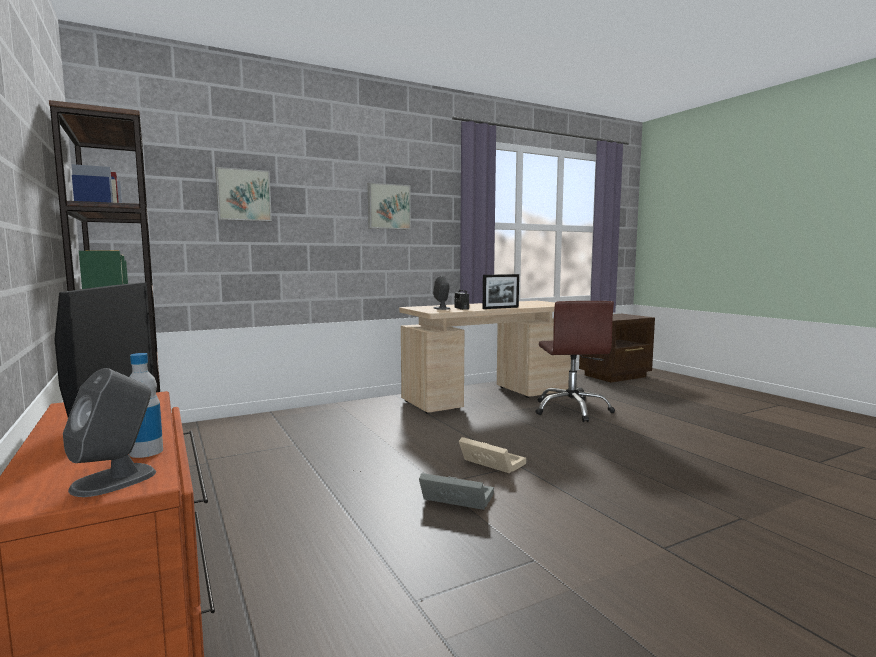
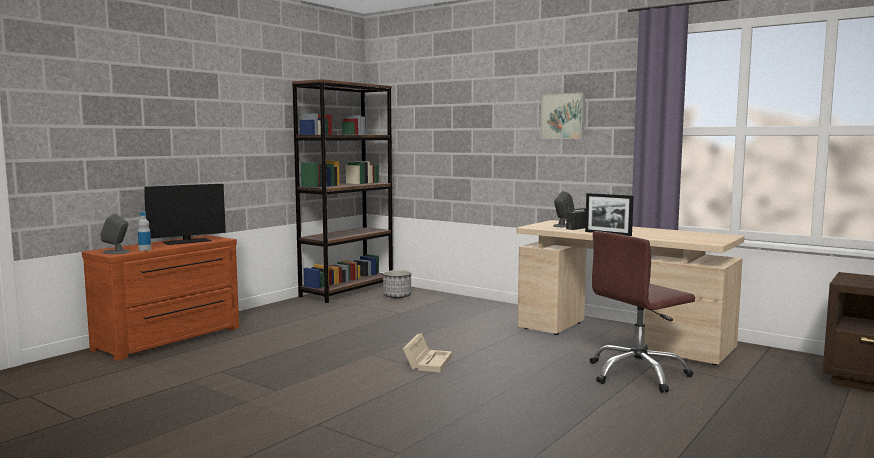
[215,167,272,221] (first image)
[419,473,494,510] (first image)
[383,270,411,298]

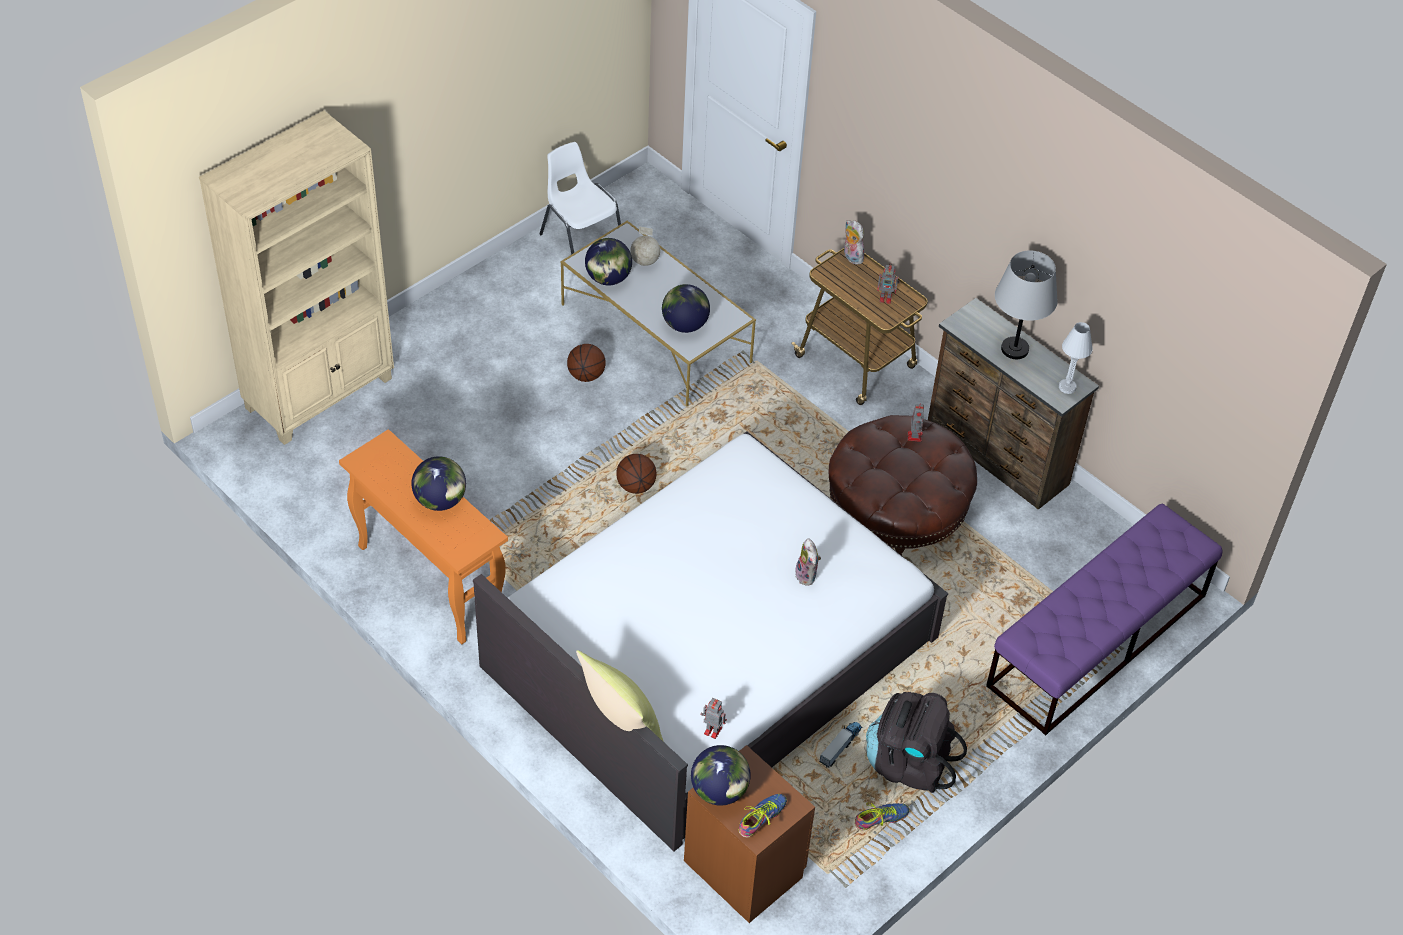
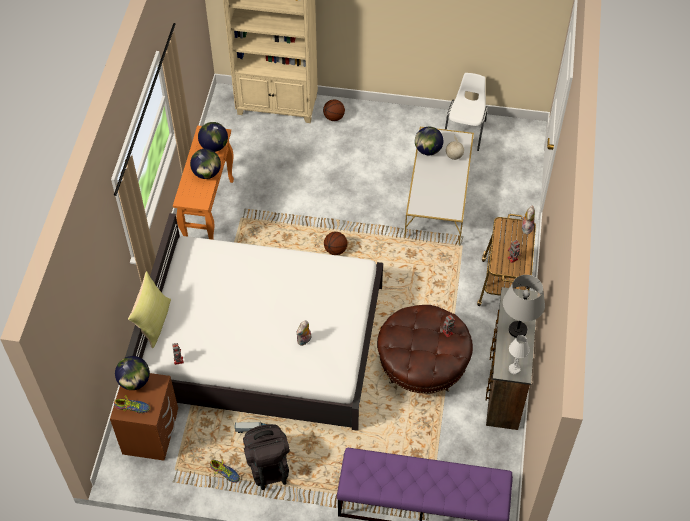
[198,122,228,152]
[323,99,345,121]

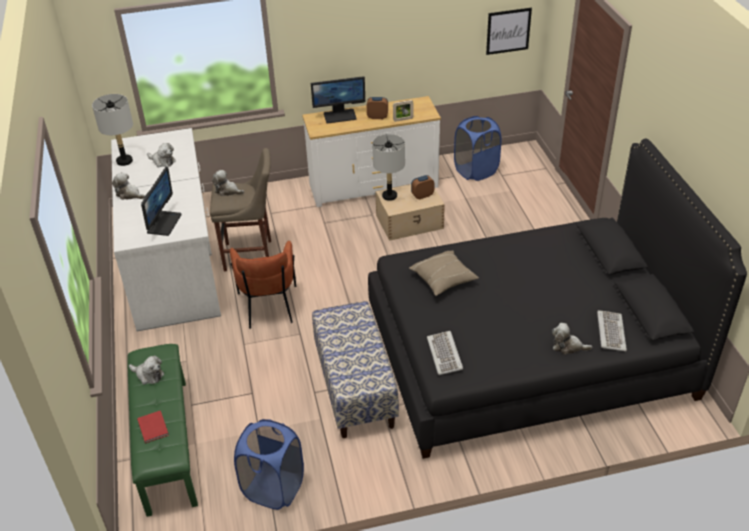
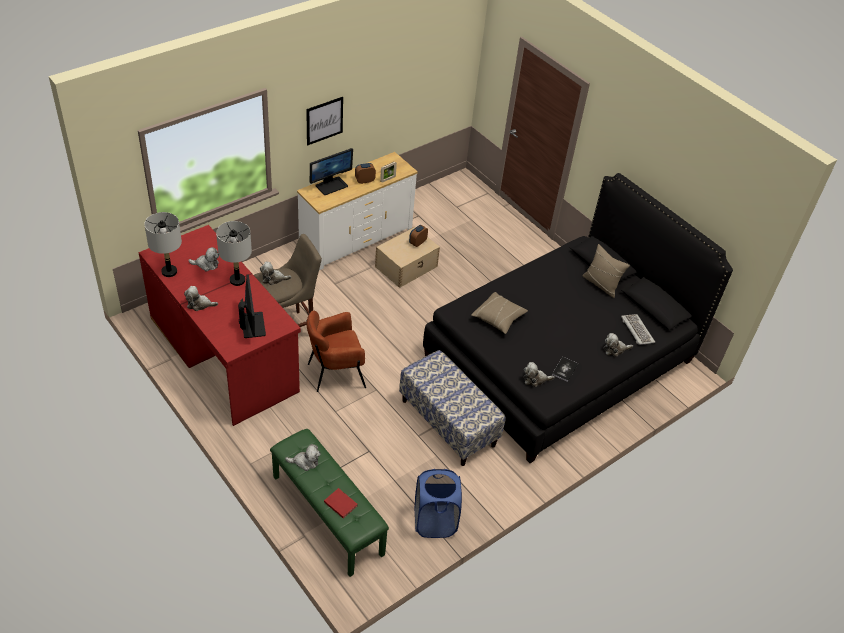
[306,97,343,145]
[454,116,501,181] (first image)
[139,225,301,426]
[216,221,252,286]
[307,311,366,392]
[524,362,555,387]
[582,244,630,298]
[552,357,578,382]

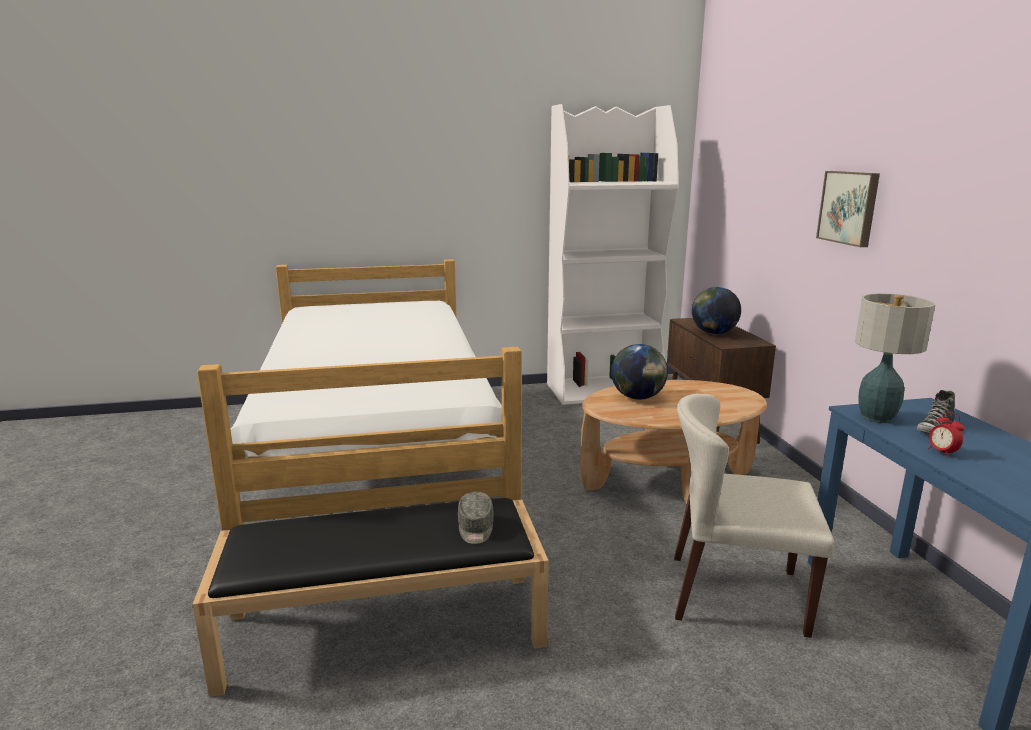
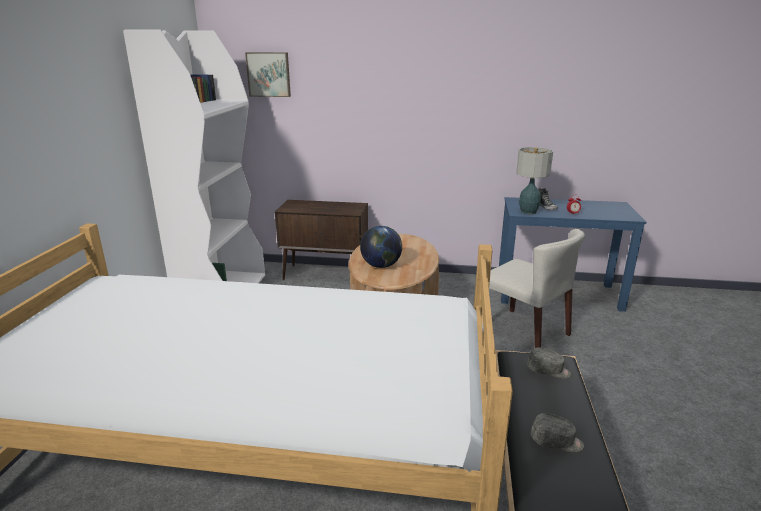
[245,52,291,97]
[692,287,741,334] (first image)
[489,229,585,348]
[531,413,584,452]

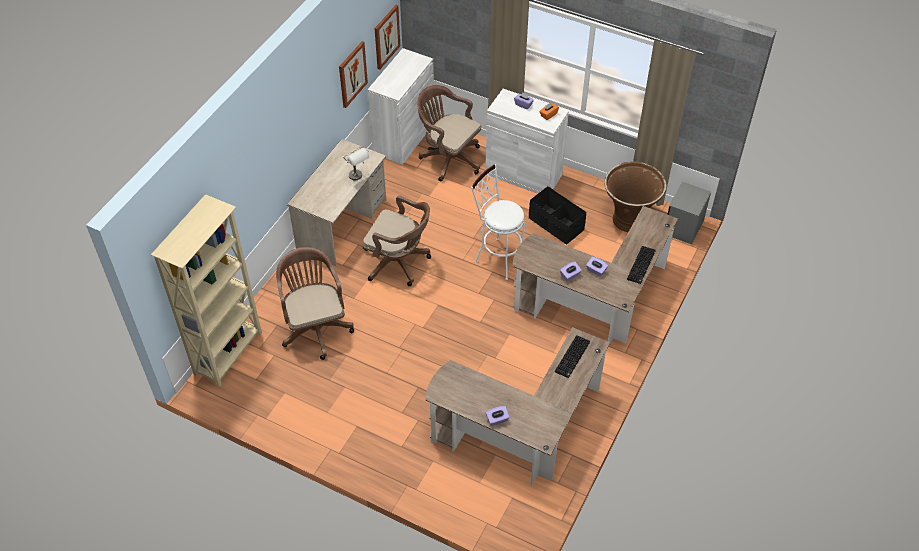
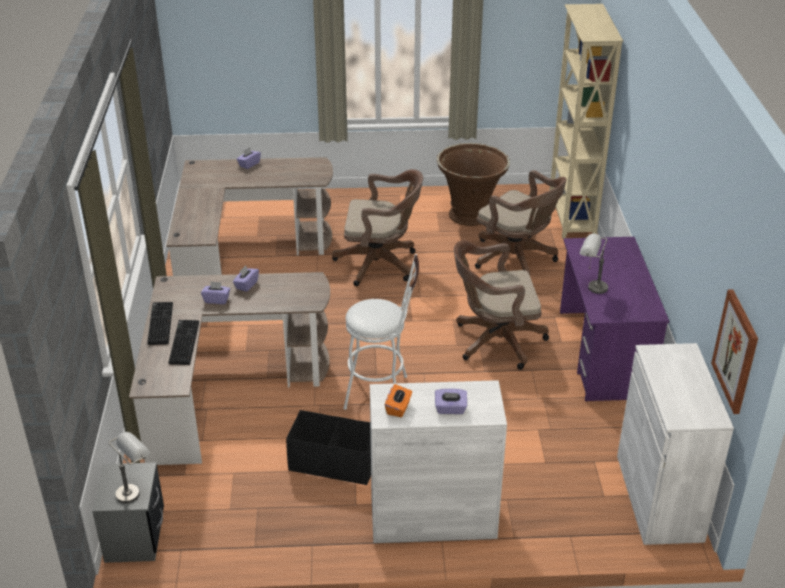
[339,41,368,108] (first image)
[332,169,423,286]
[560,237,670,401]
[437,143,510,226]
[169,320,199,365]
[109,432,150,504]

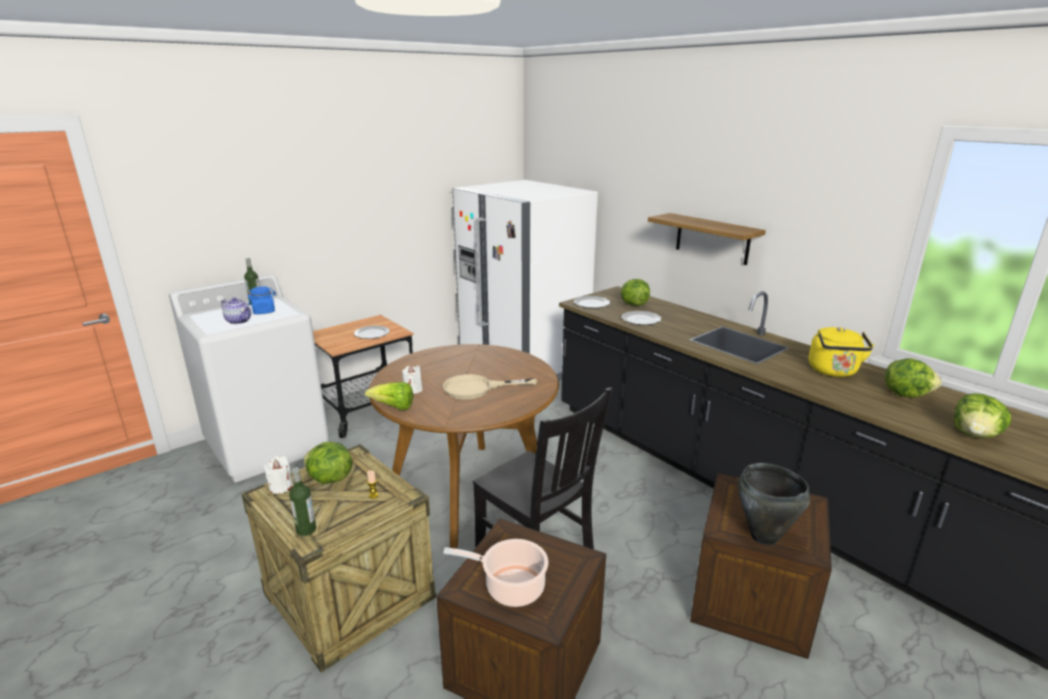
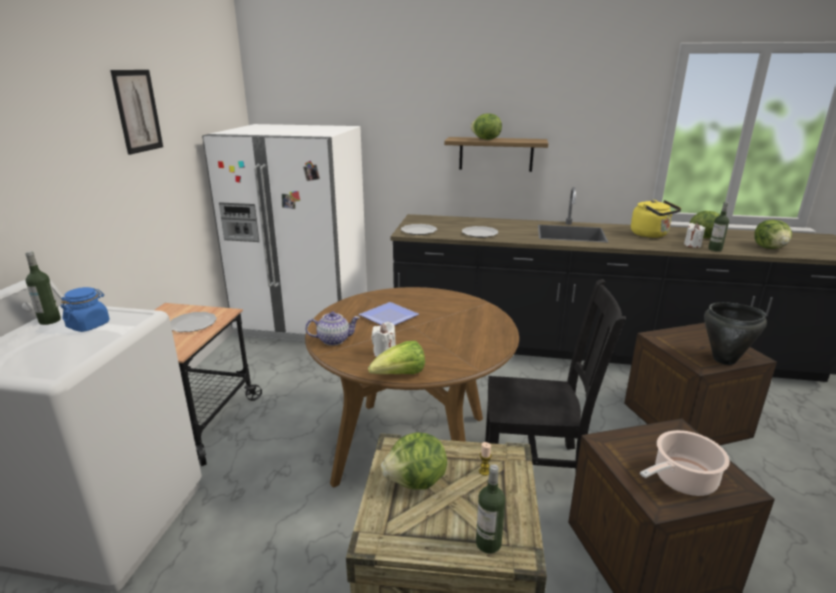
[470,113,502,140]
[305,311,360,346]
[443,374,537,400] (first image)
[684,223,705,248]
[110,70,163,155]
[708,202,729,251]
[359,302,419,326]

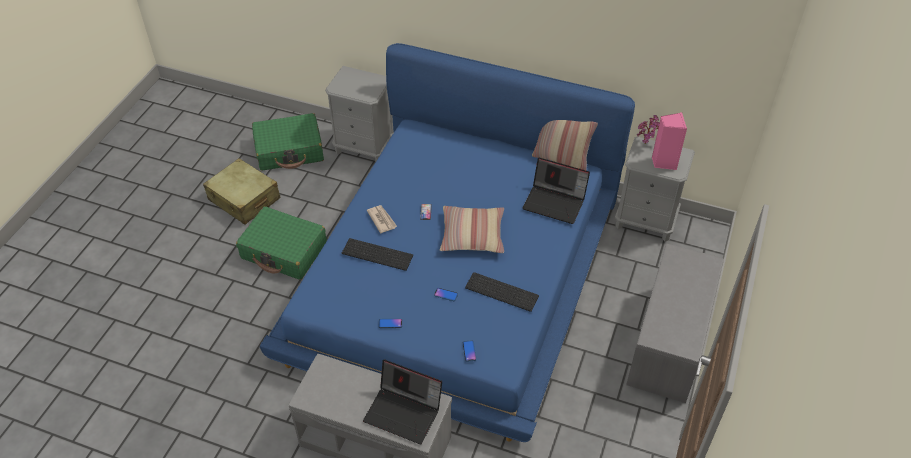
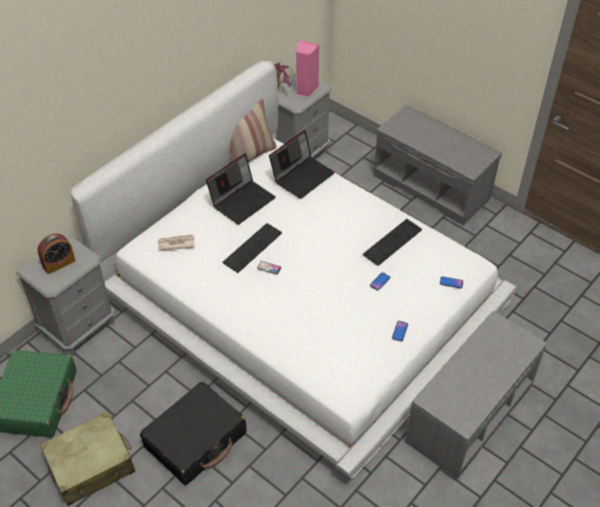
[71,61,516,479]
[158,234,195,251]
[140,381,247,485]
[440,206,504,253] (first image)
[223,223,282,273]
[206,154,276,225]
[37,233,76,274]

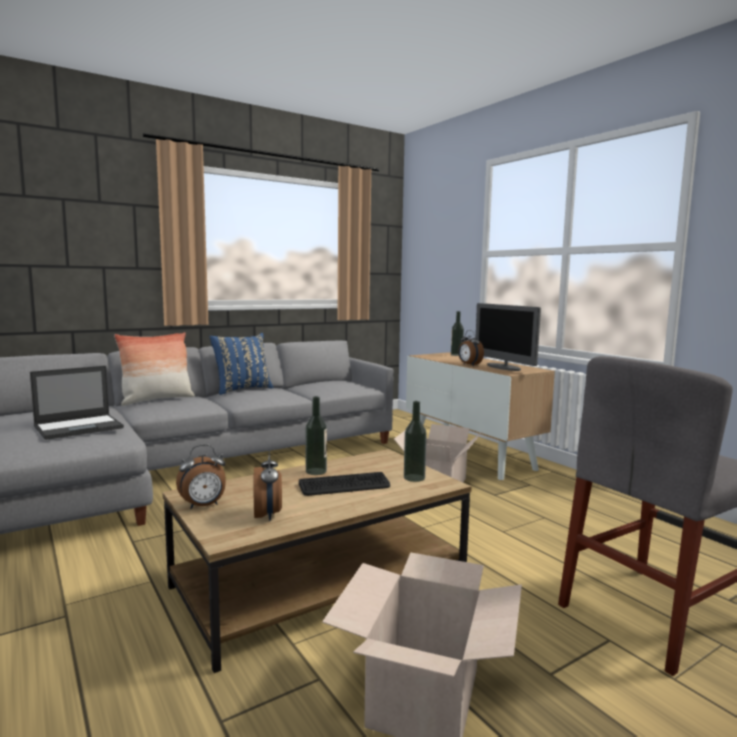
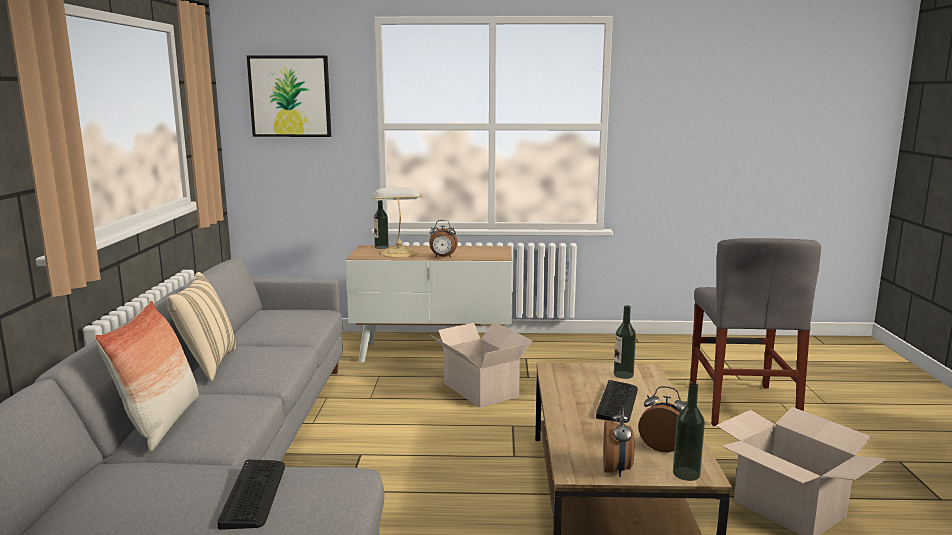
[476,303,541,371] (first image)
[167,272,236,381]
[217,460,285,530]
[673,382,705,481]
[247,55,331,137]
[371,187,423,258]

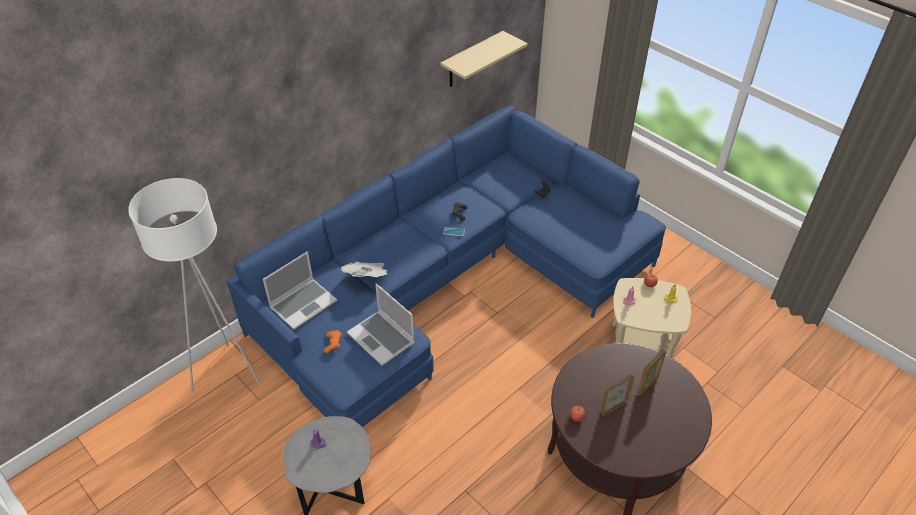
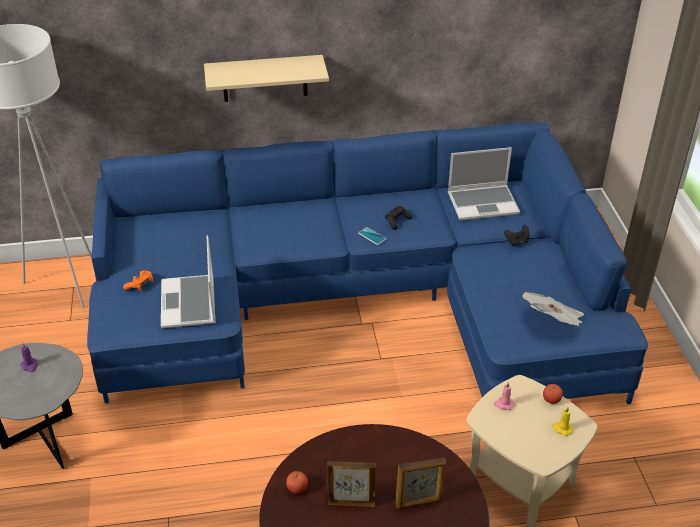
[204,55,329,102]
[448,147,520,221]
[523,292,584,326]

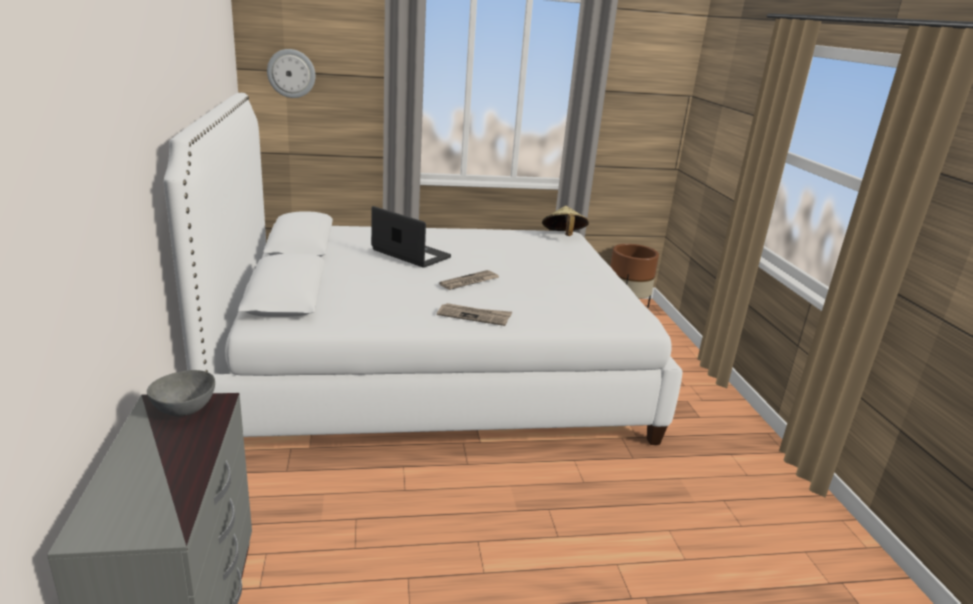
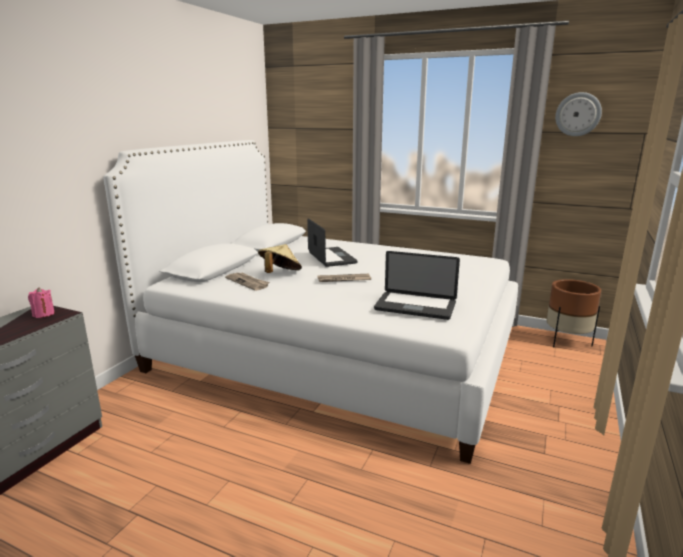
[555,92,602,136]
[258,244,302,273]
[225,273,270,291]
[28,287,55,318]
[374,251,460,320]

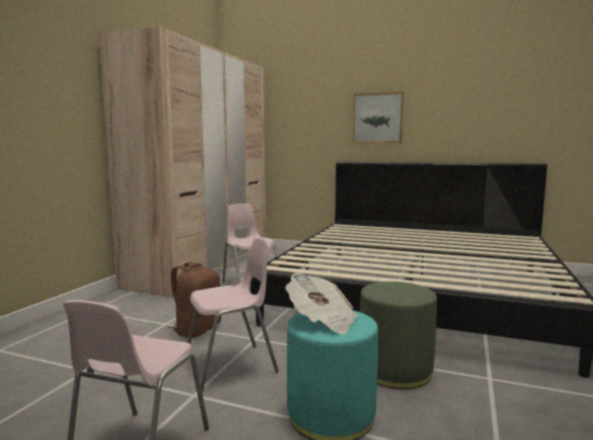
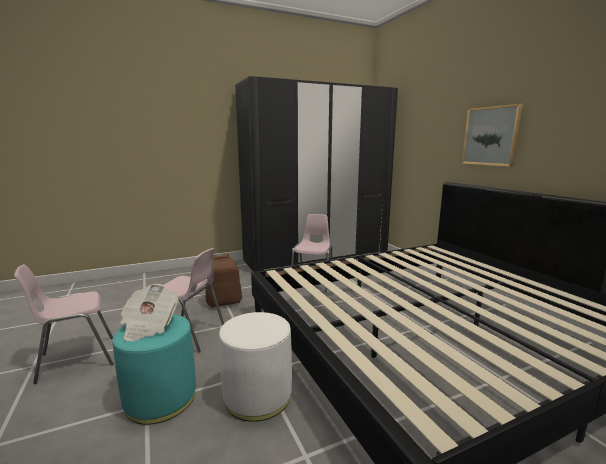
[235,76,398,272]
[219,312,292,422]

